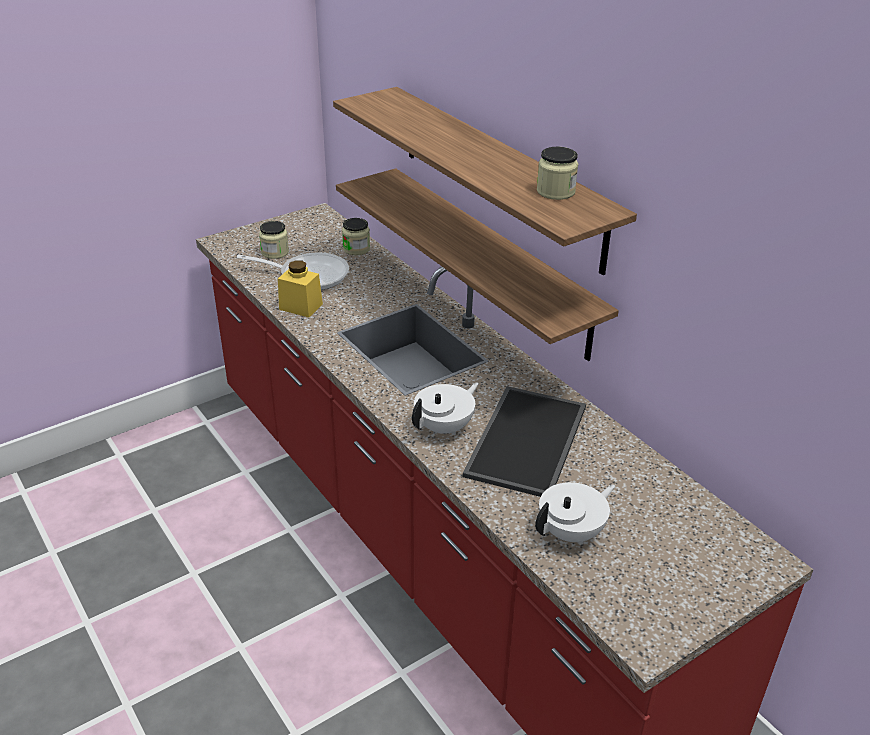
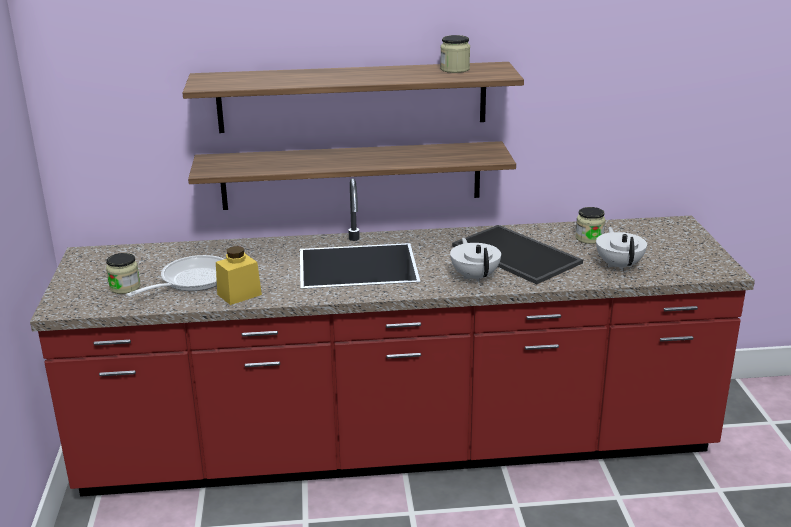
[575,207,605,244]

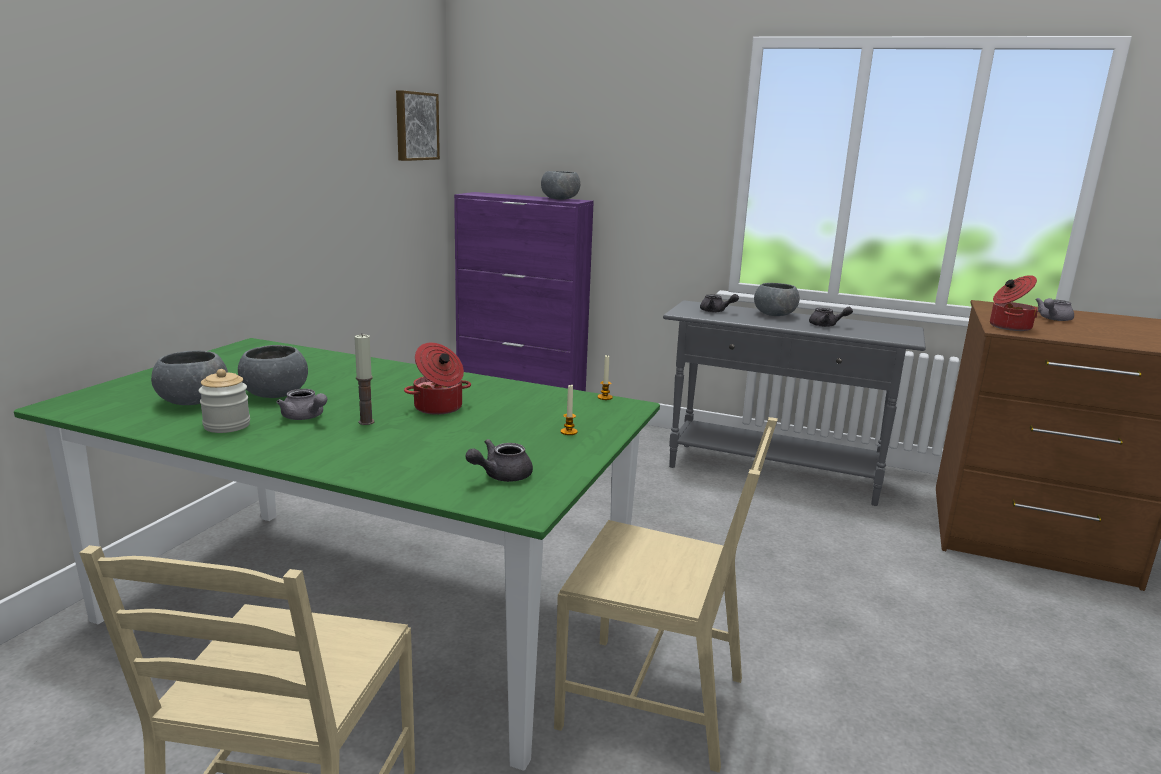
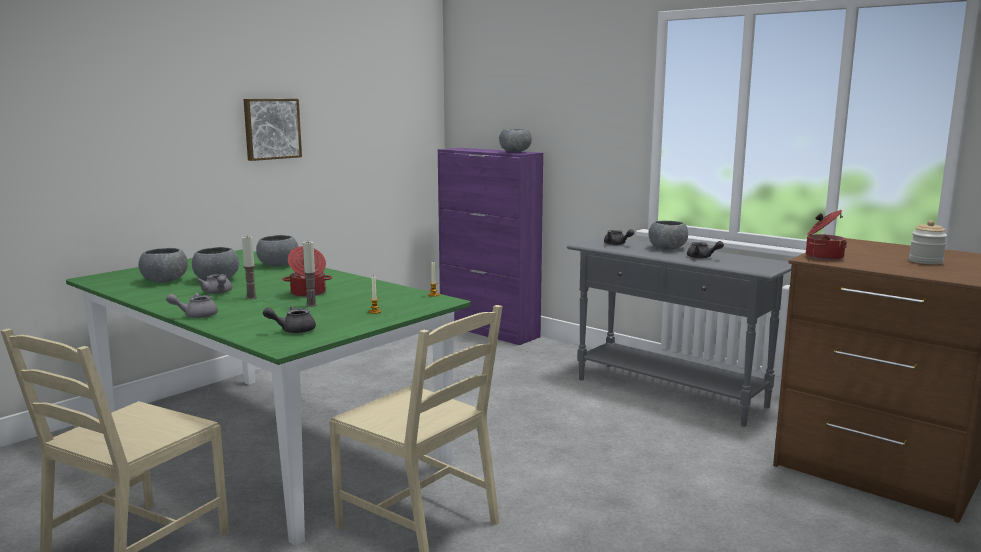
[243,99,302,161]
[166,293,218,318]
[909,220,947,264]
[256,235,299,267]
[303,242,317,307]

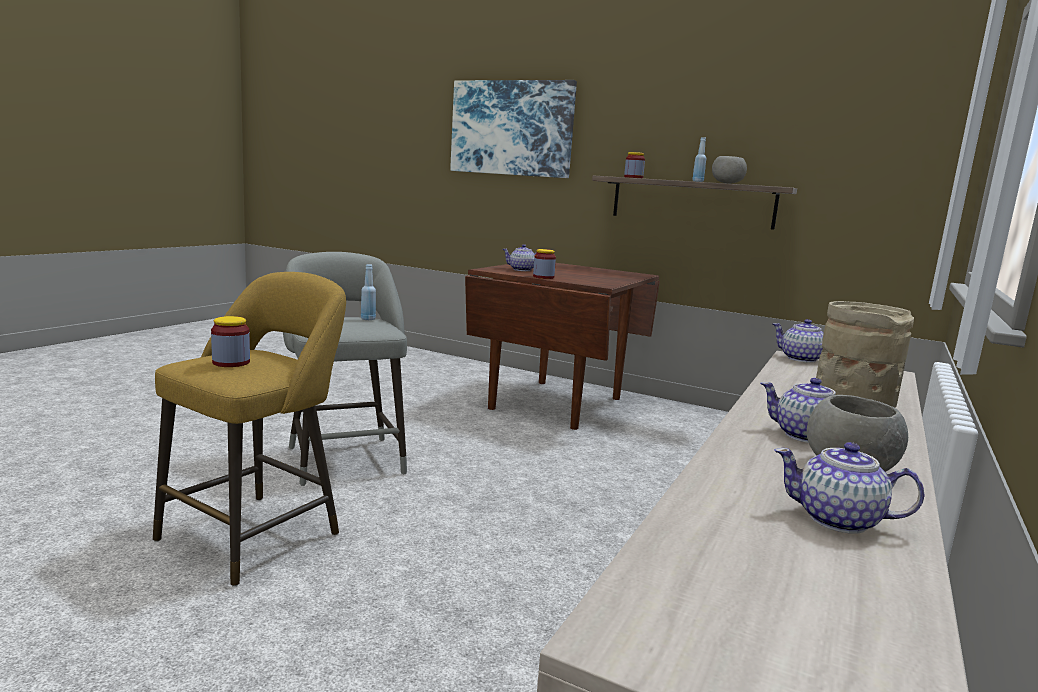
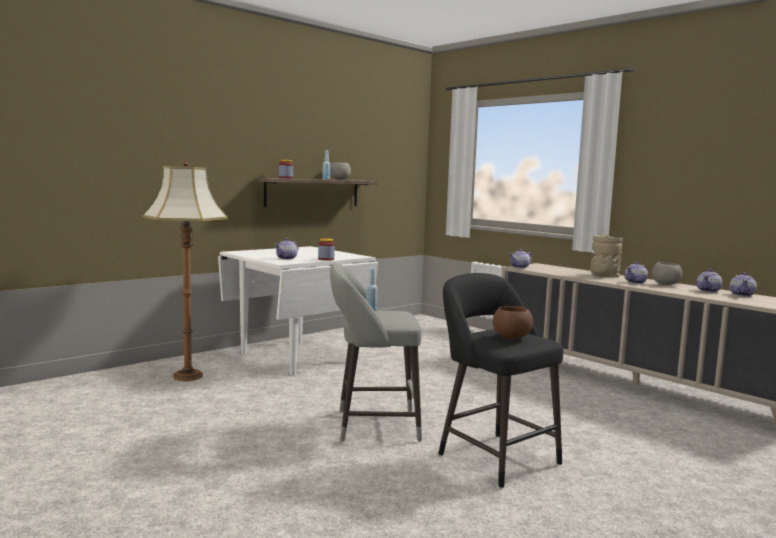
[450,80,577,178] (first image)
[218,246,378,375]
[438,273,564,488]
[493,306,533,339]
[142,159,228,381]
[730,272,757,297]

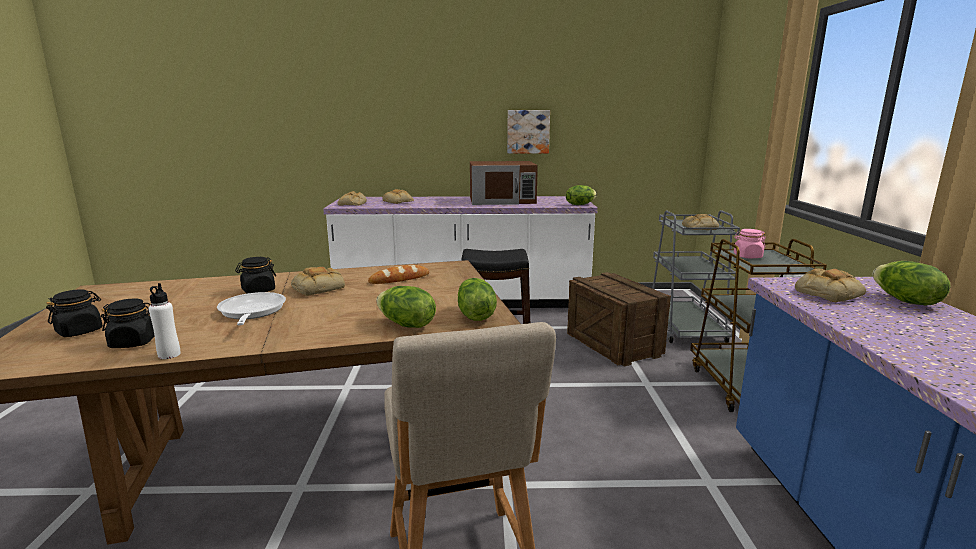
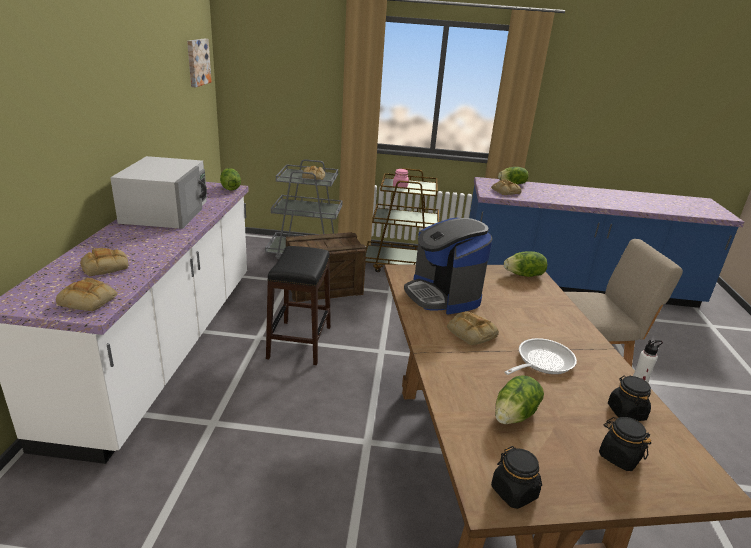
[187,39,212,87]
[110,156,207,229]
[491,446,542,509]
[404,218,492,314]
[495,376,544,424]
[504,338,577,375]

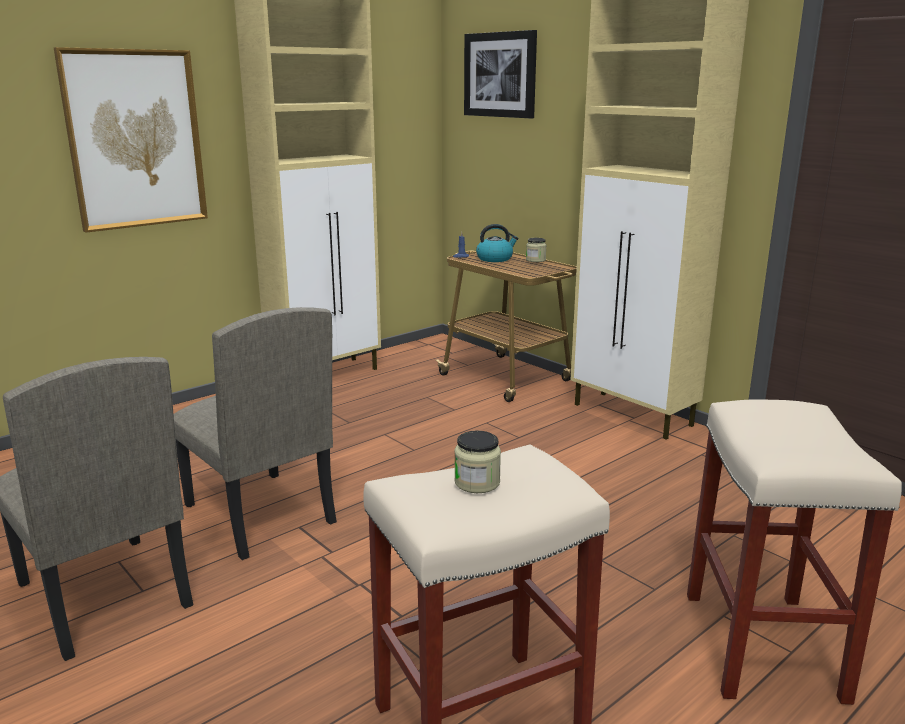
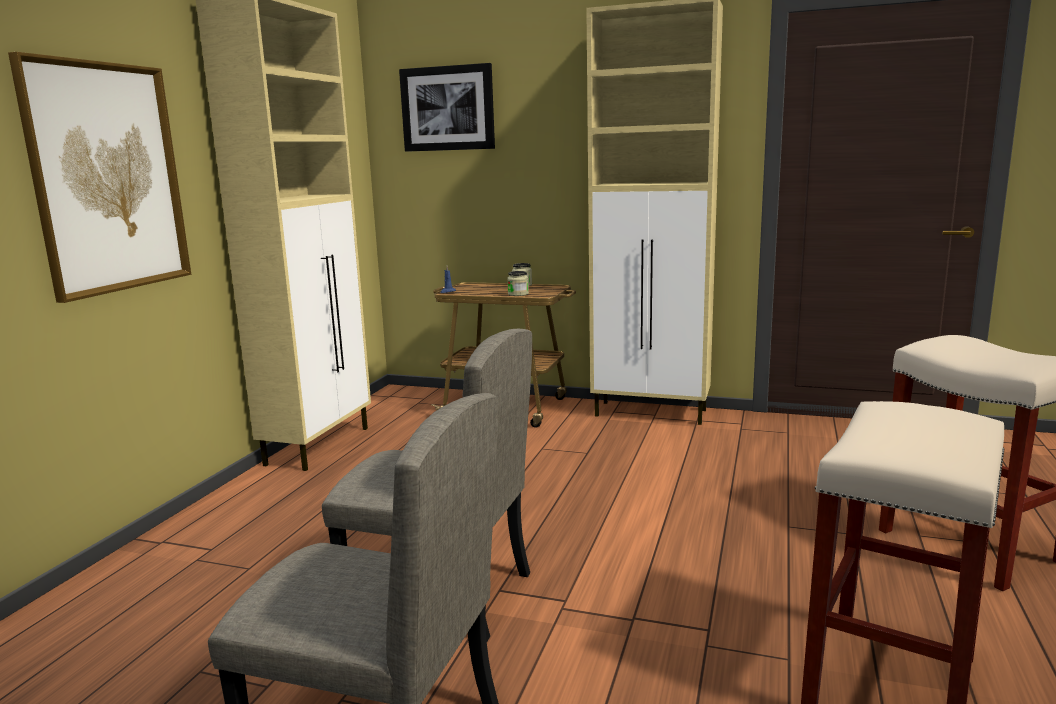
[476,224,518,262] (first image)
[507,271,529,296]

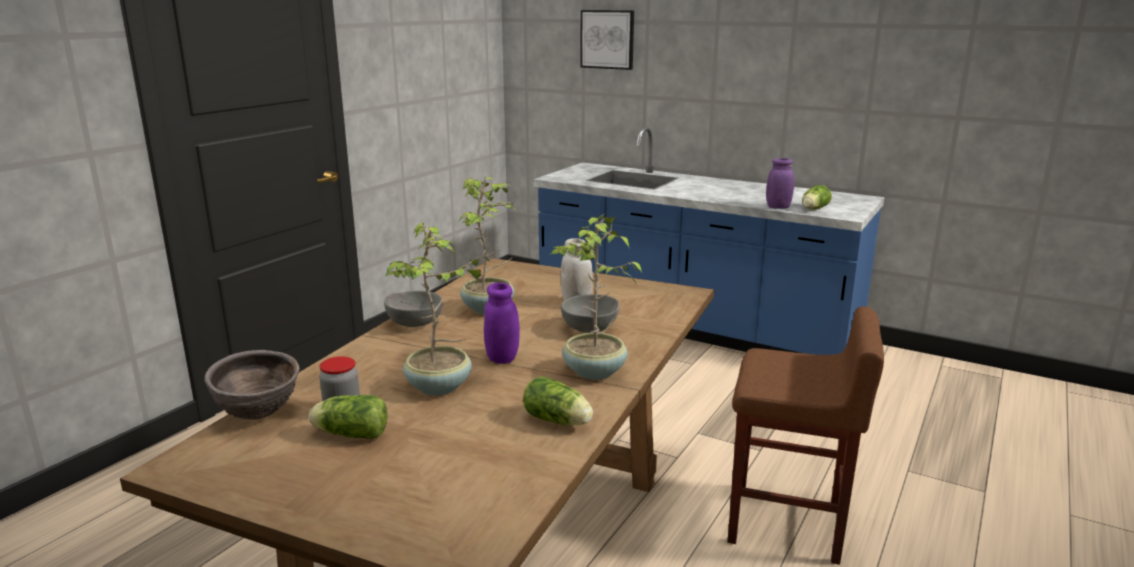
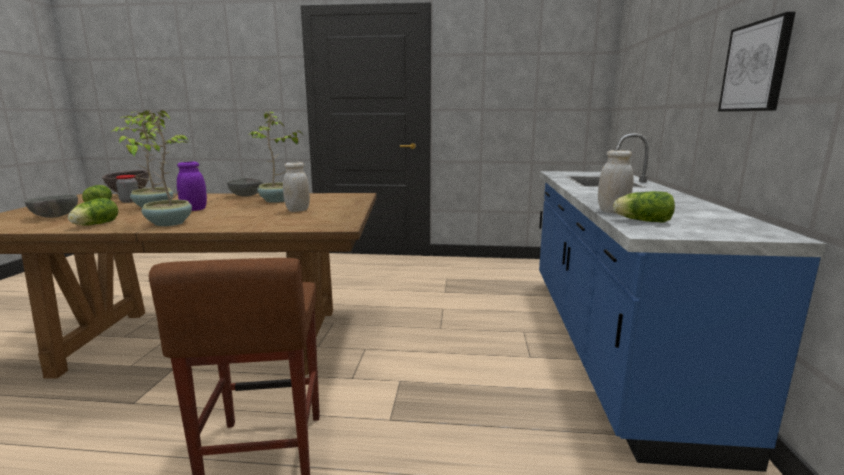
[718,12,796,112]
[598,150,634,213]
[24,194,78,218]

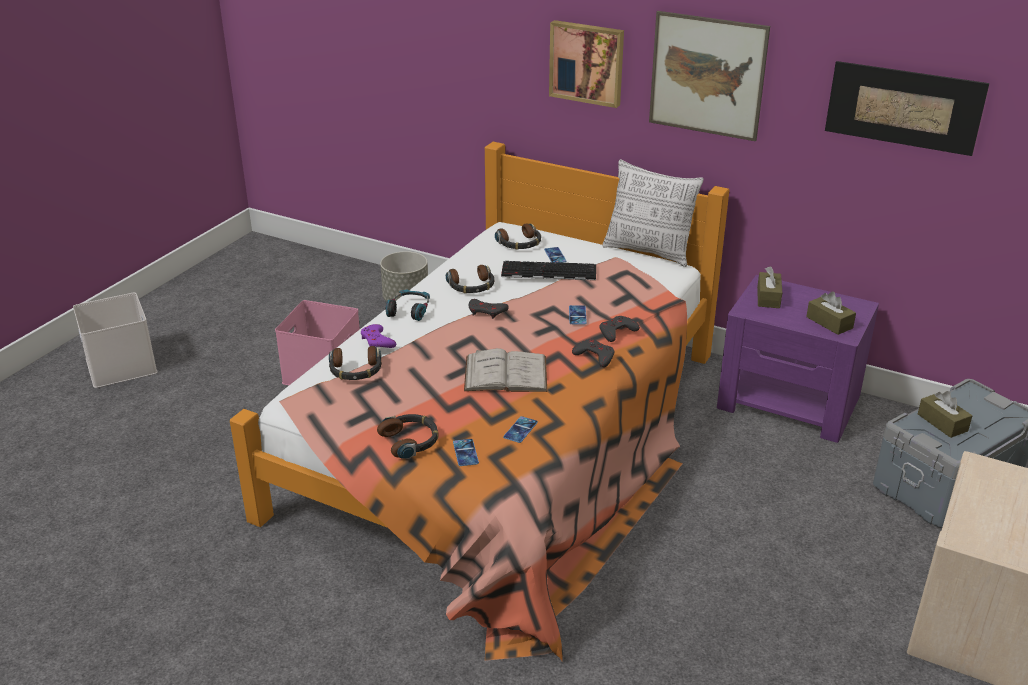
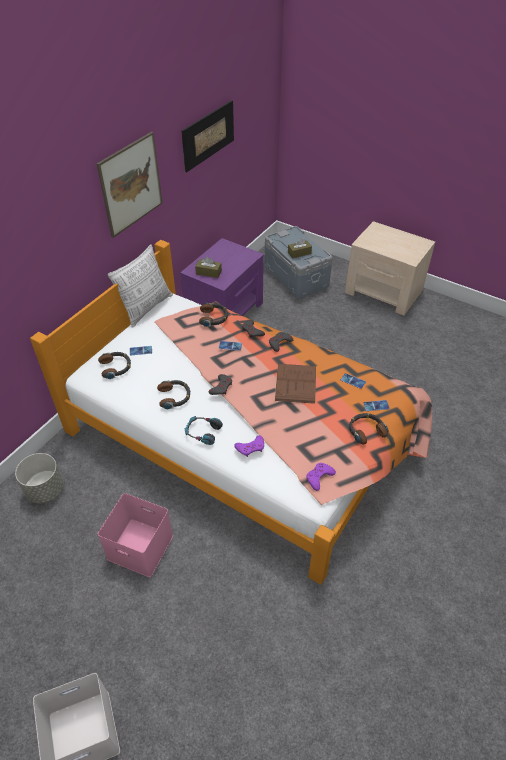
[549,20,624,108] (first image)
[501,261,596,280] (first image)
[806,291,856,335] (first image)
[199,303,228,327]
[275,364,316,404]
[306,463,336,491]

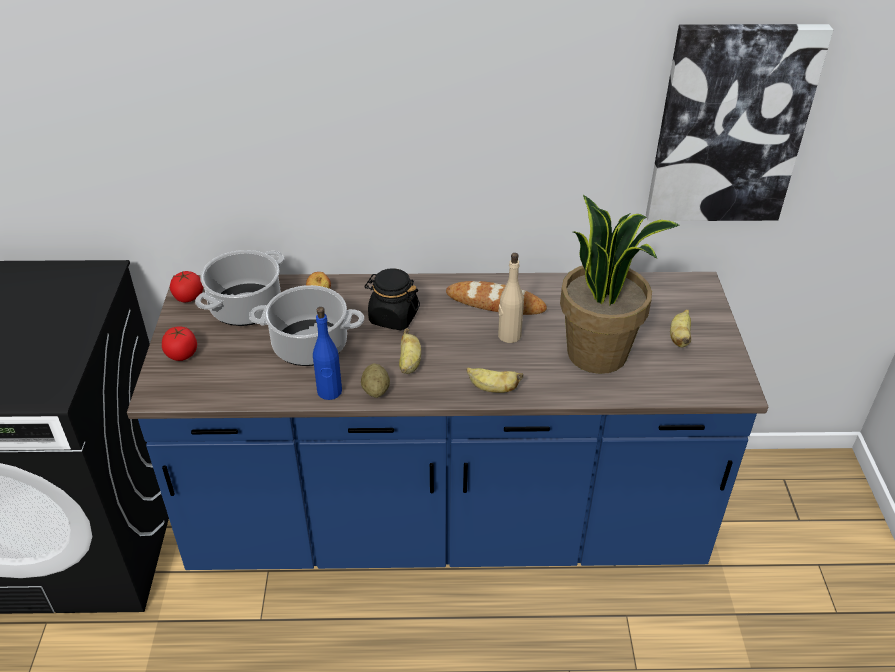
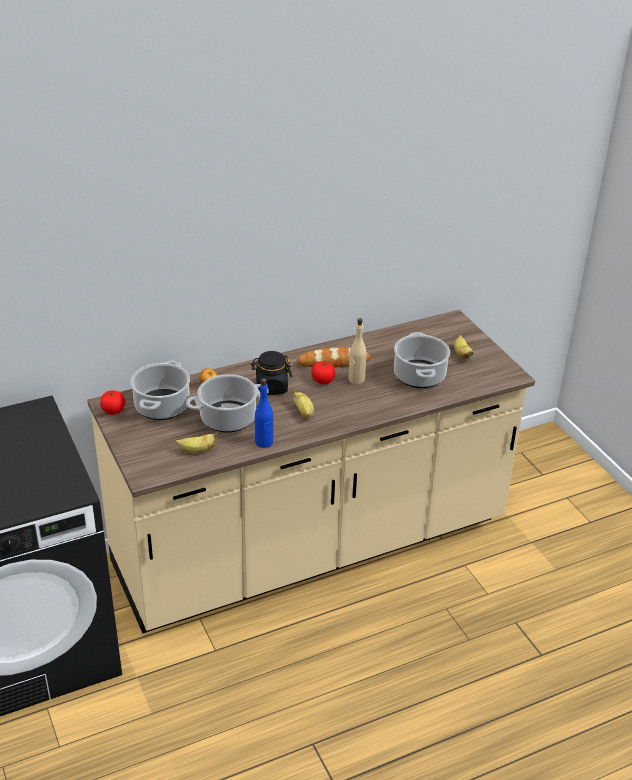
[646,24,833,221] (first image)
[394,332,450,388]
[87,310,535,634]
[311,361,335,384]
[361,364,390,398] (first image)
[176,433,218,453]

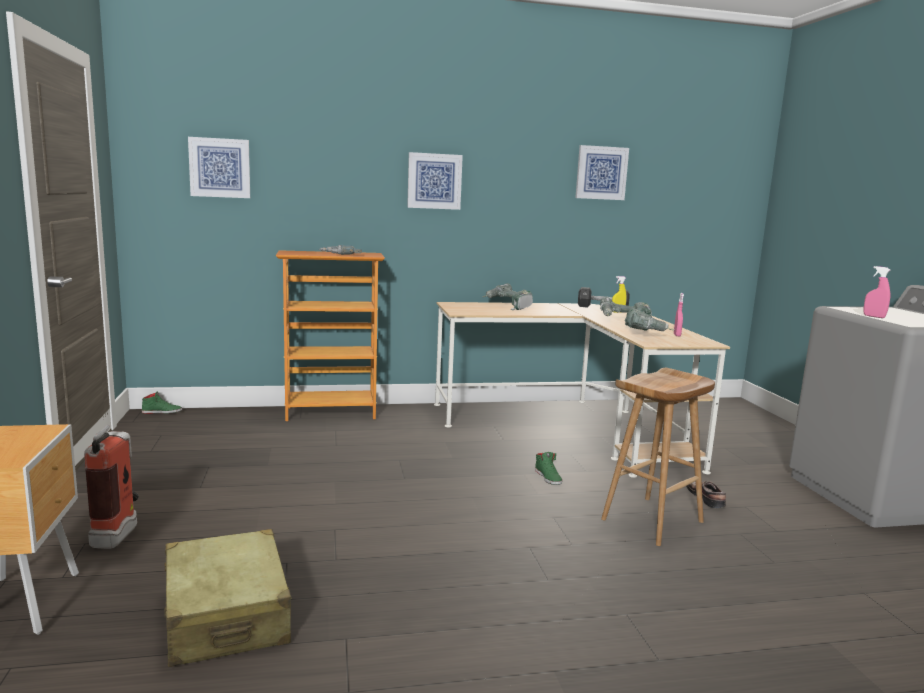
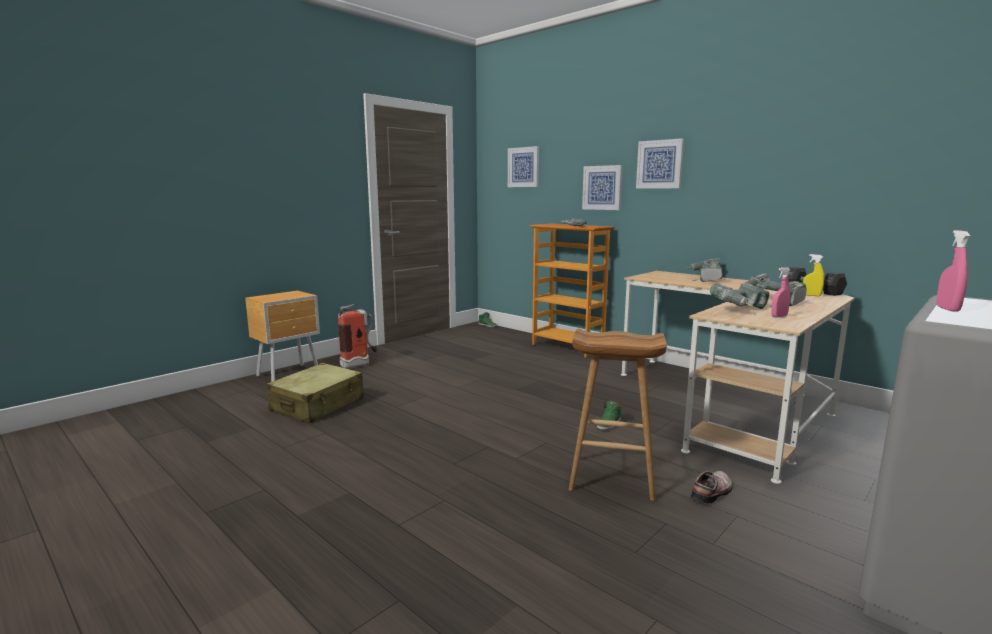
[582,165,623,210]

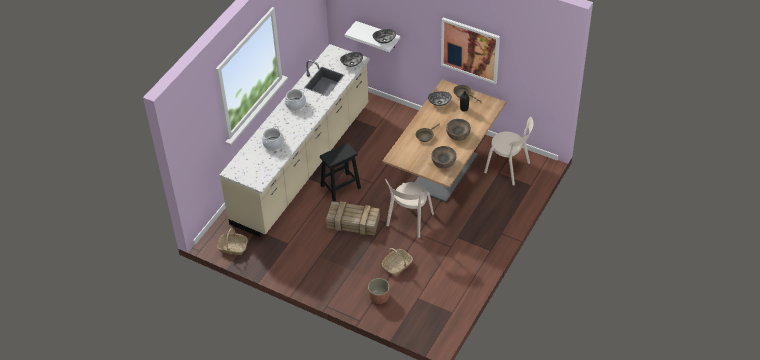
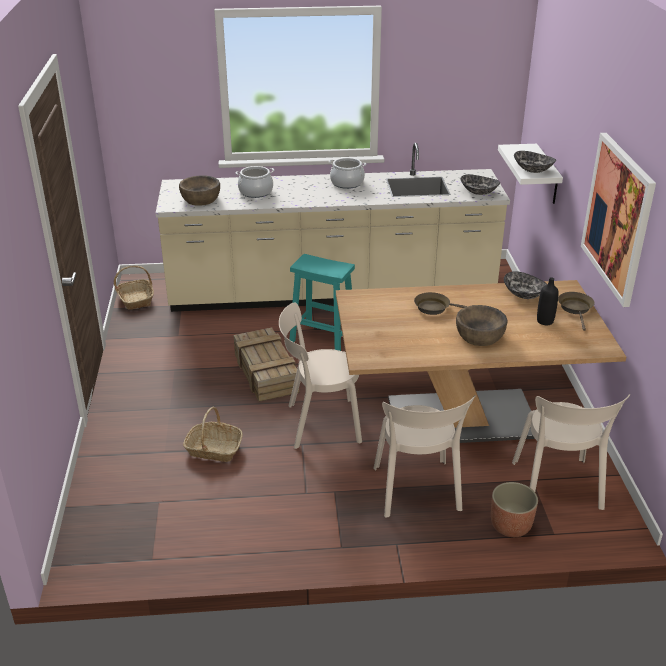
[289,254,355,351]
[179,175,220,206]
[491,482,538,537]
[373,395,476,518]

